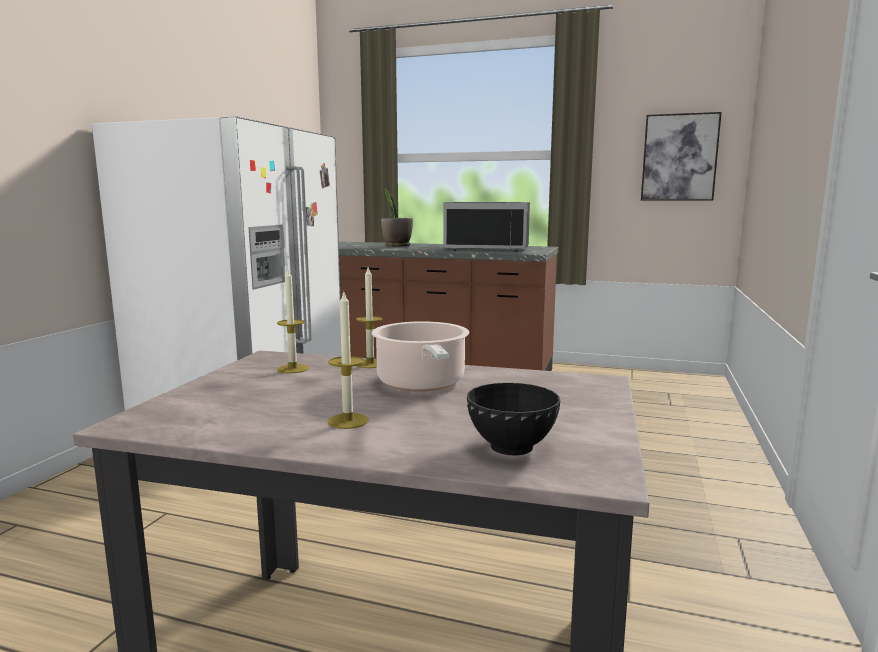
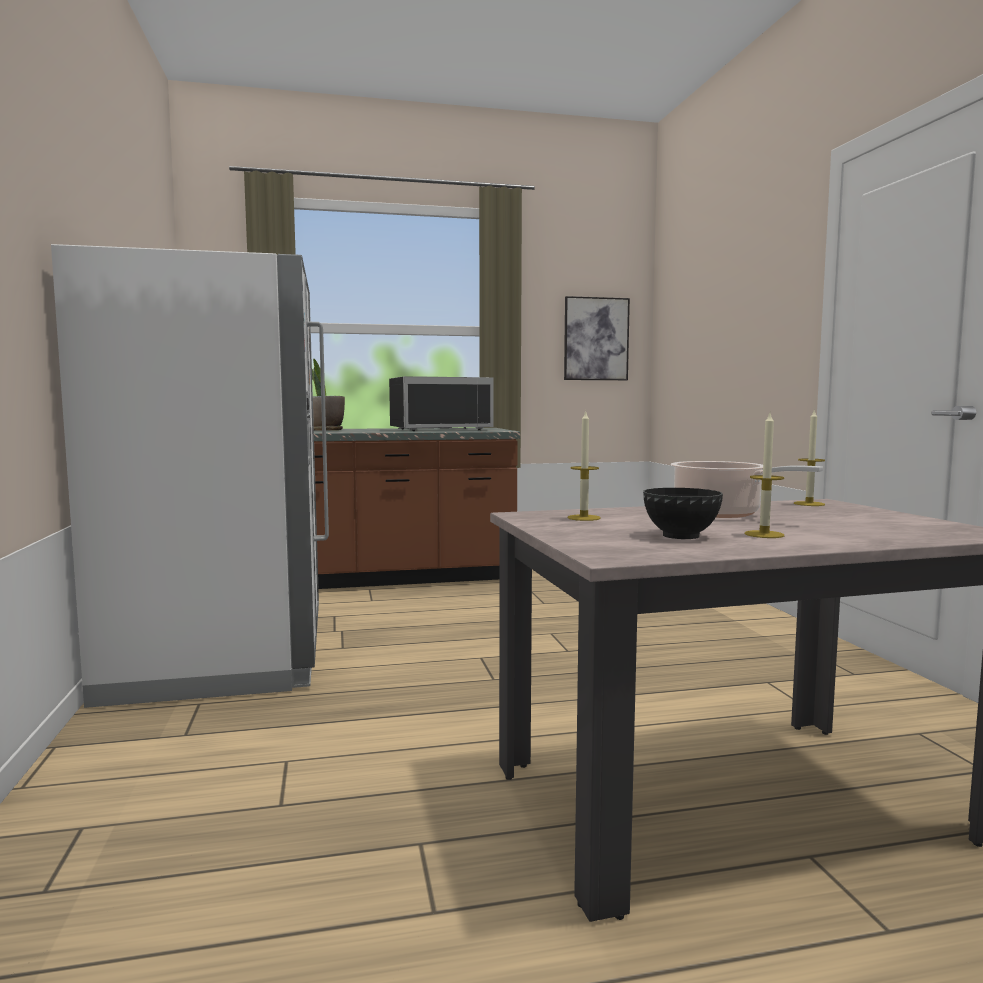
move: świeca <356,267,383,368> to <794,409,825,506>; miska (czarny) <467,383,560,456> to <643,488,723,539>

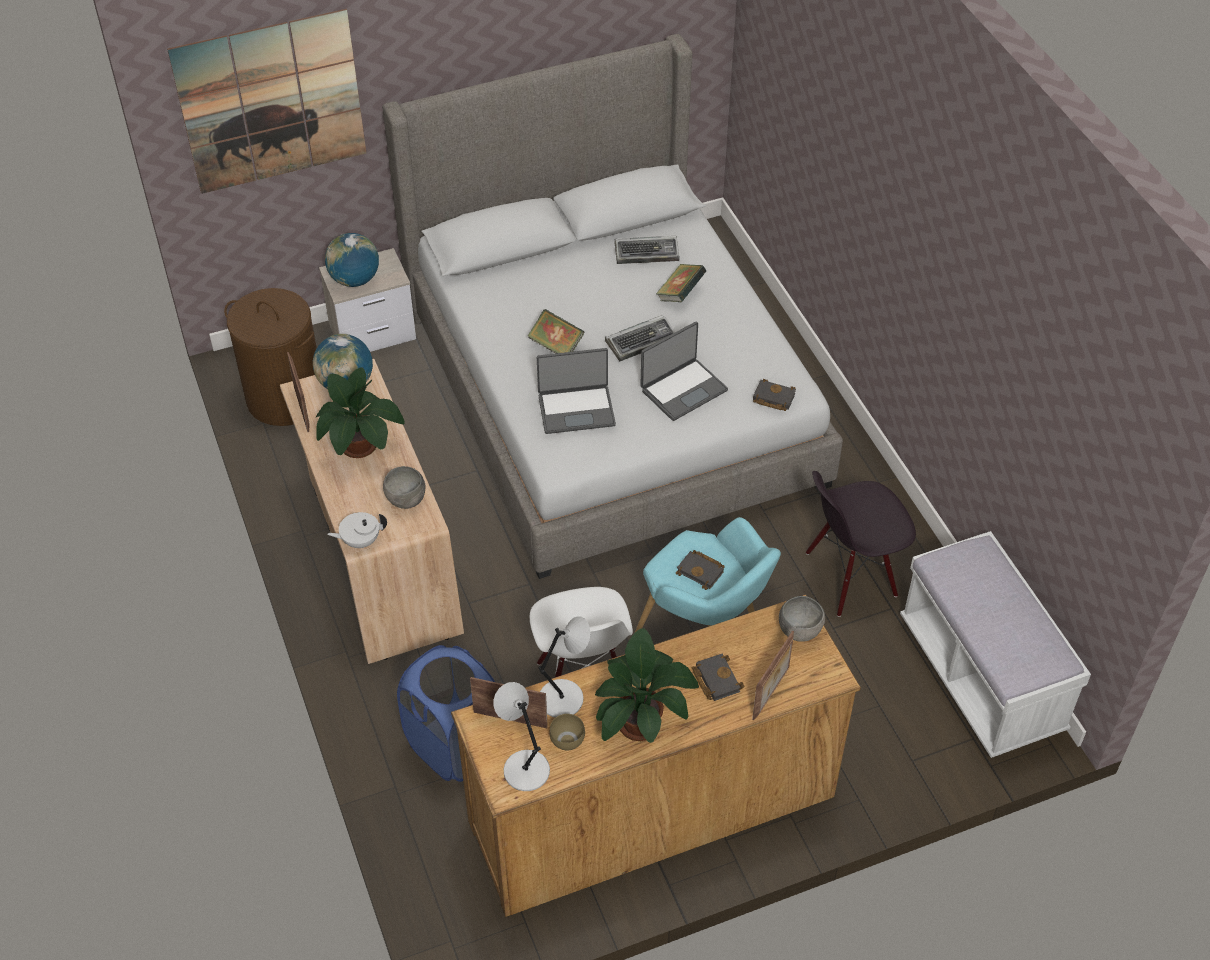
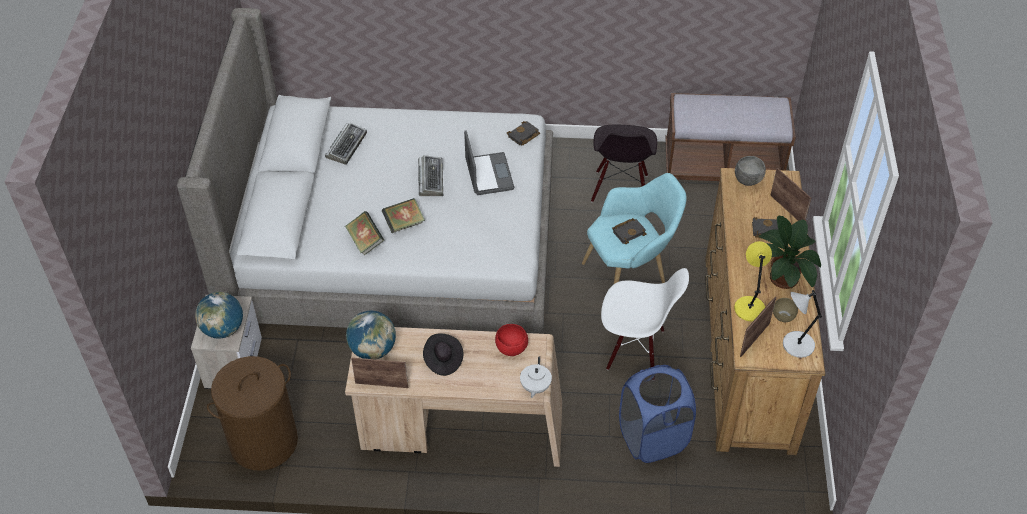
delete: obraz <167,9,366,194>; laptop <537,348,616,434>
move: książka <656,264,707,302> to <345,211,384,256>
replace: roślina doniczkowa <315,367,405,458> to kapelusz (czarny) <423,334,464,376>
recolor: miska (szary) <383,466,426,509> to miska (czerwony) <495,324,528,356>; lampa stołowa (szary) <539,616,590,718> to lampa stołowa (żółty) <734,241,772,322>; ławka (biały) <900,531,1091,758> to ławka (brązowy) <665,93,796,181>

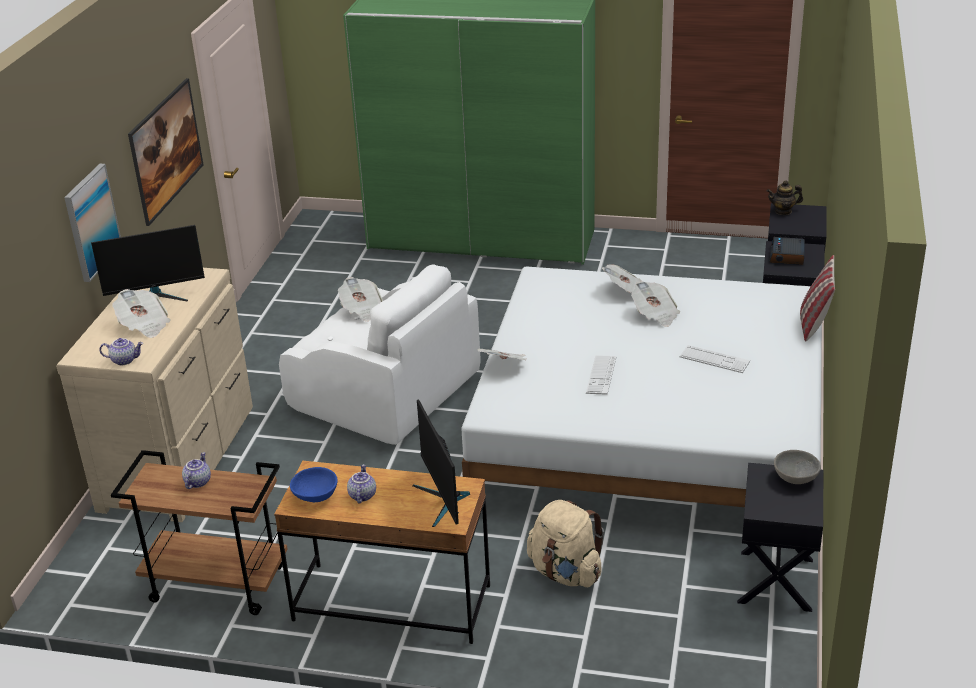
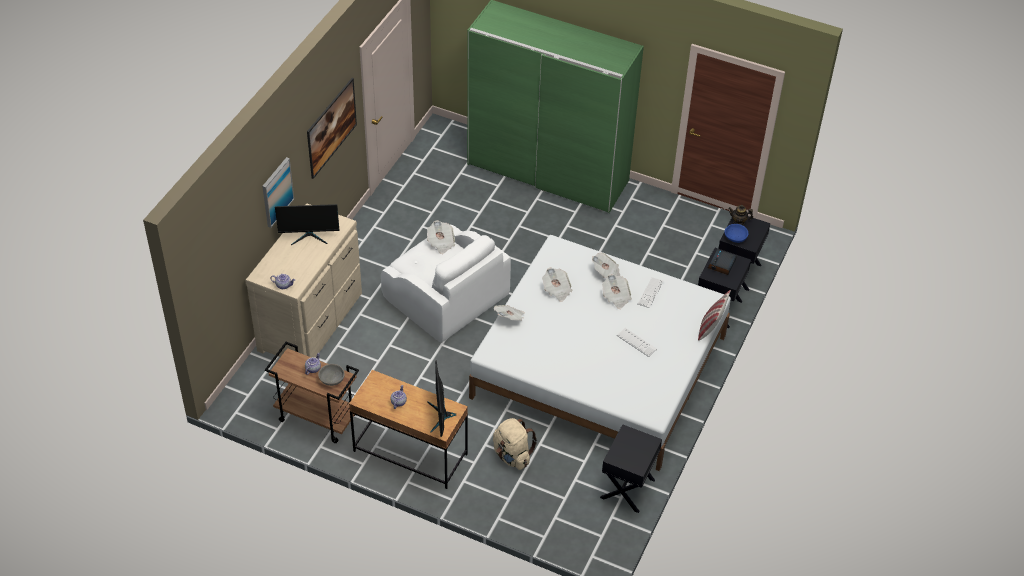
move: gazeta <112,289,171,338> to <542,268,573,302>; miska (niebieski) <290,467,338,502> to <725,224,748,243>; klawiatura <586,355,616,395> to <637,277,664,308>; miska (szary) <774,450,821,484> to <318,364,345,386>

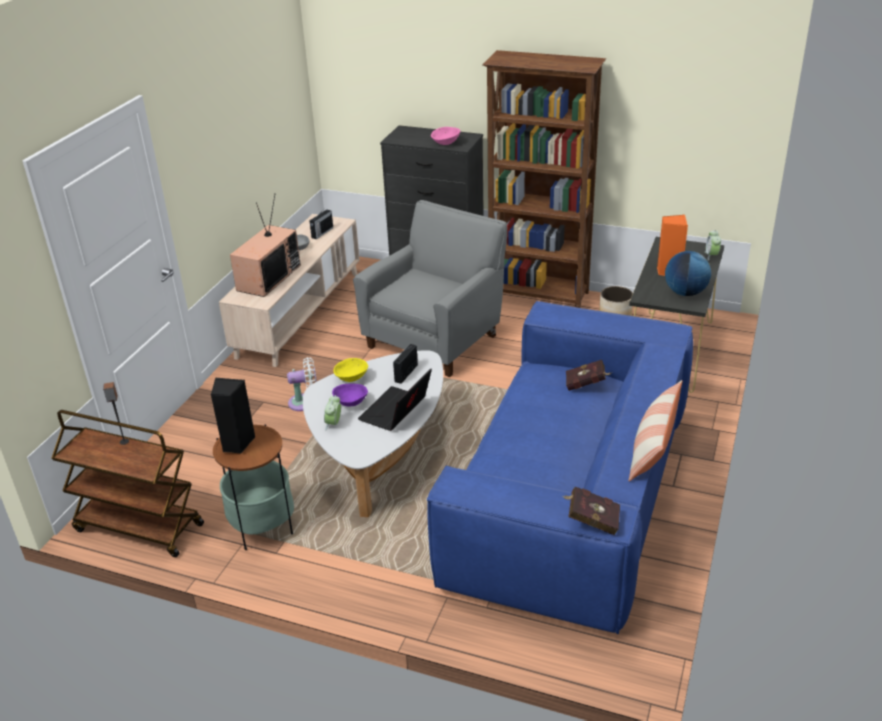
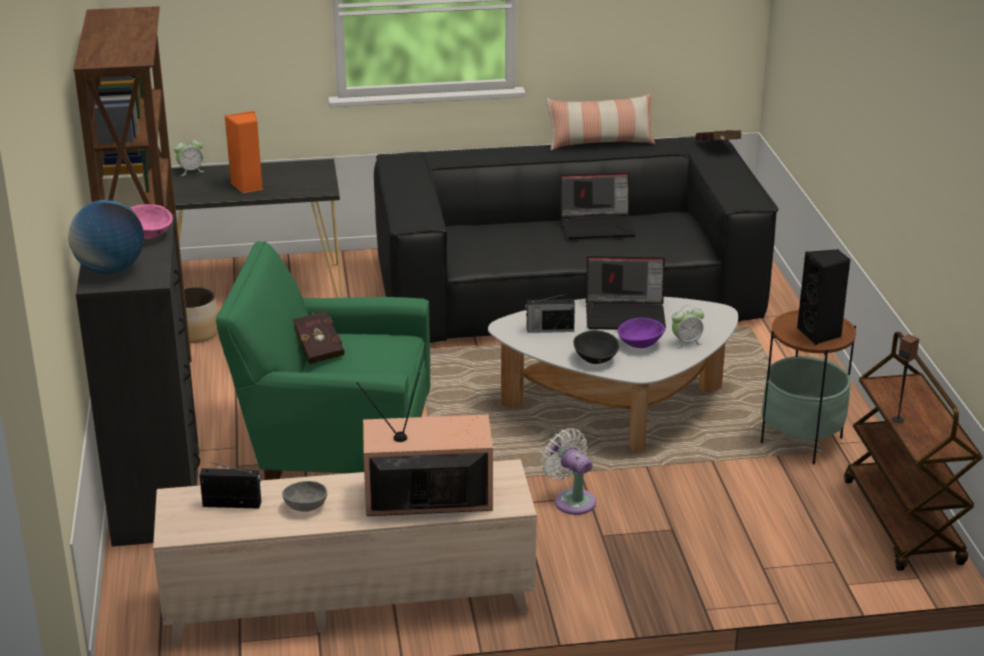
insert: laptop <560,173,636,239>
move: książka (czerwony) <566,360,611,391> to <293,311,344,364>; globus <665,251,711,296> to <68,200,144,274>
recolor: miska (żółty) <333,358,368,382> to miska (czarny) <573,330,619,364>; fotel (szary) <353,200,507,377> to fotel (zielony) <216,241,431,480>; kanapa (niebieski) <427,301,693,635> to kanapa (czarny) <374,136,778,343>

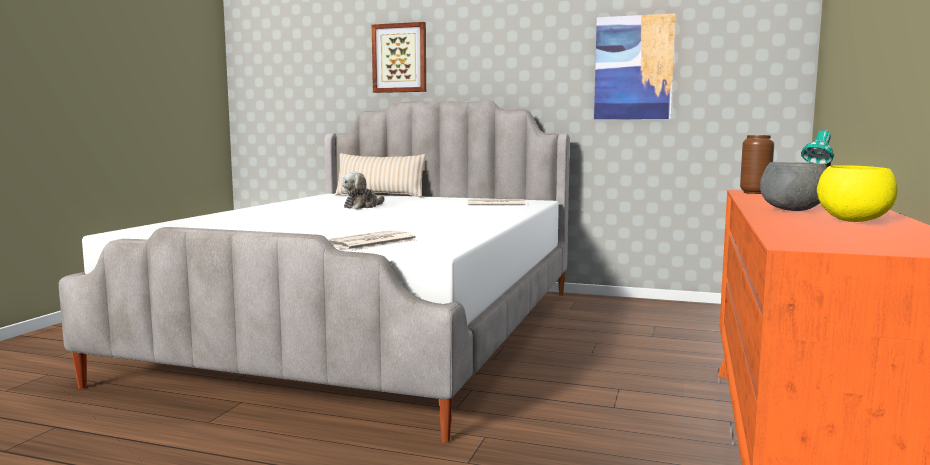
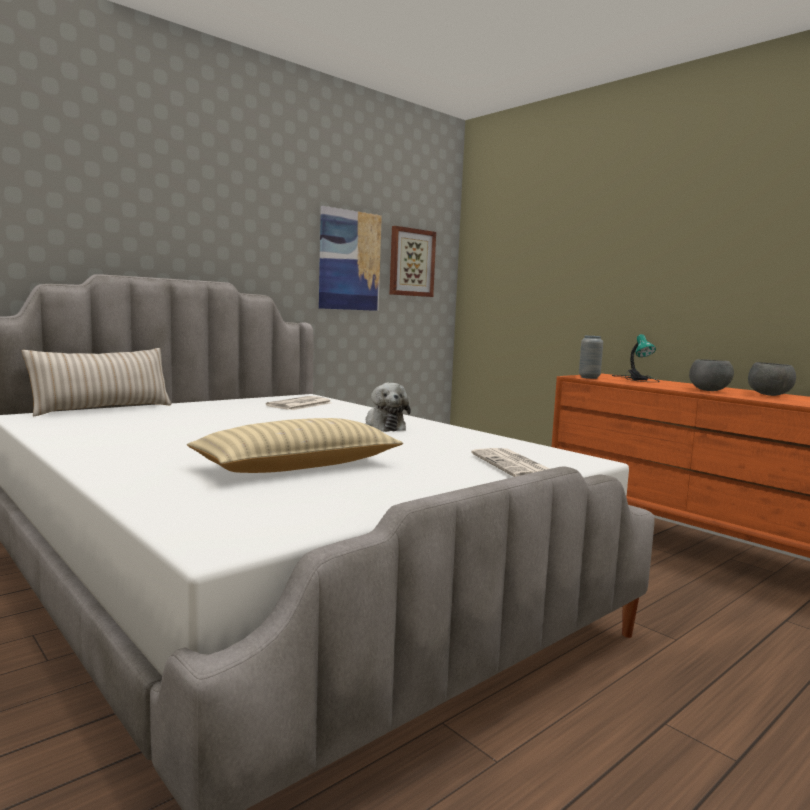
insert: poduszka (beżowy) <187,418,403,473>
move: pluszak <342,172,385,209> to <365,383,411,432>; obraz <372,22,426,93> to <390,226,436,297>
recolor: wazon (brązowy) <740,135,774,194> to wazon (szary) <579,336,603,379>; miska (żółty) <817,165,898,222> to miska (szary) <748,362,796,396>

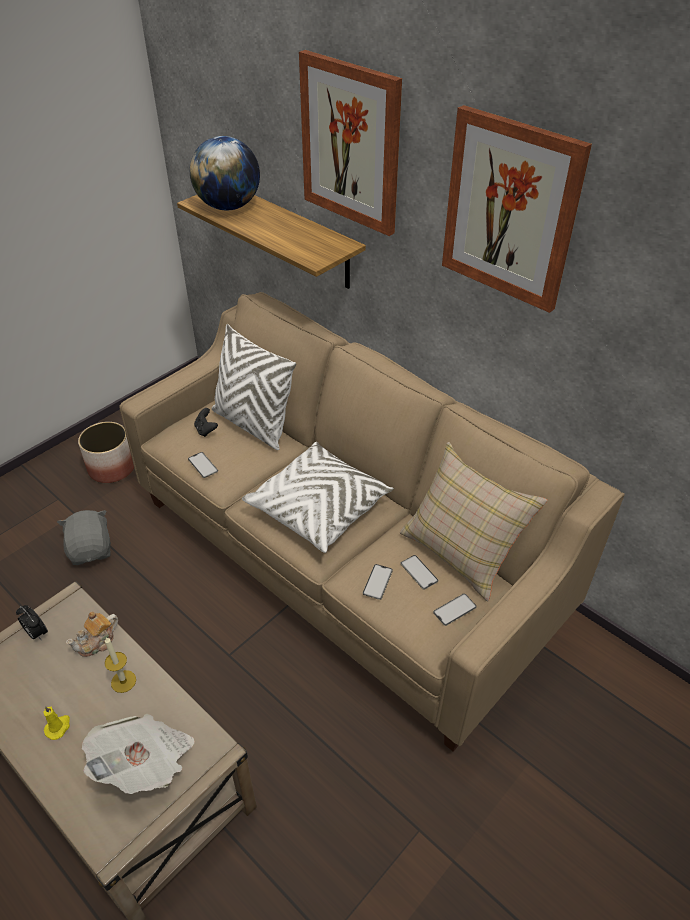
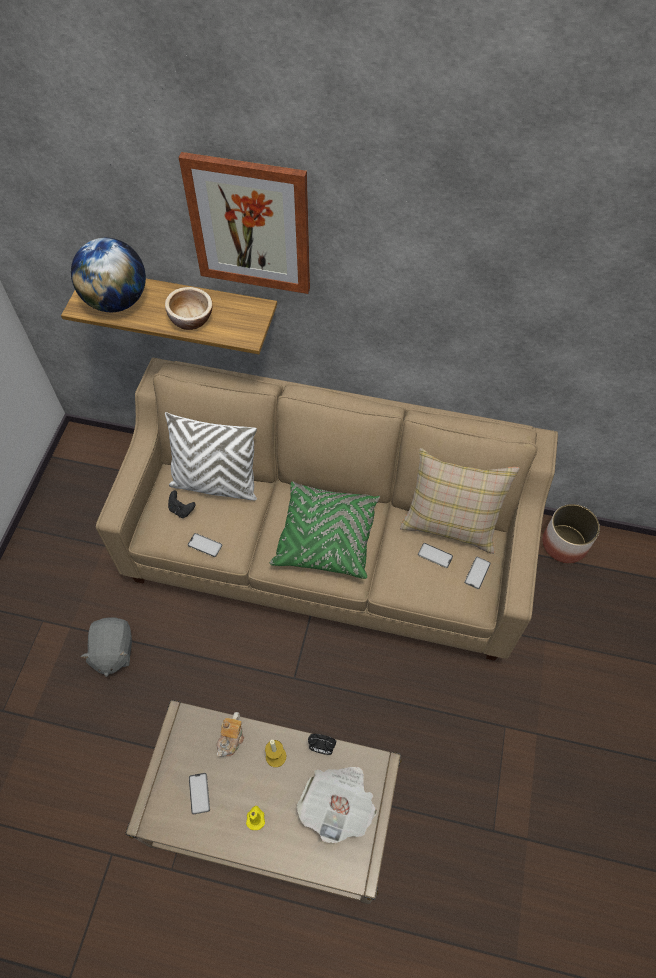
delete: obraz <442,105,592,313>
insert: miska <165,287,213,330>
move: budzik <16,605,48,641> to <308,734,336,755>; donica <78,422,134,483> to <542,504,600,563>; telefon <363,564,393,600> to <189,773,210,814>
recolor: poduszka (biały) <242,442,394,553> to poduszka (zielony) <269,481,380,579>
rotate: pluszak (szary) <57,510,111,565> = <81,617,132,677> 135 degrees counterclockwise

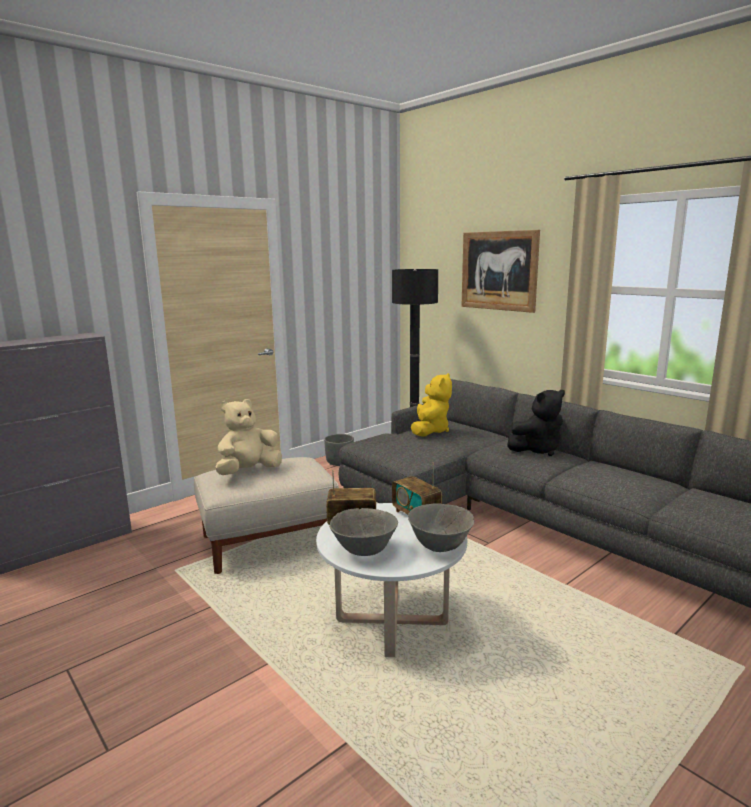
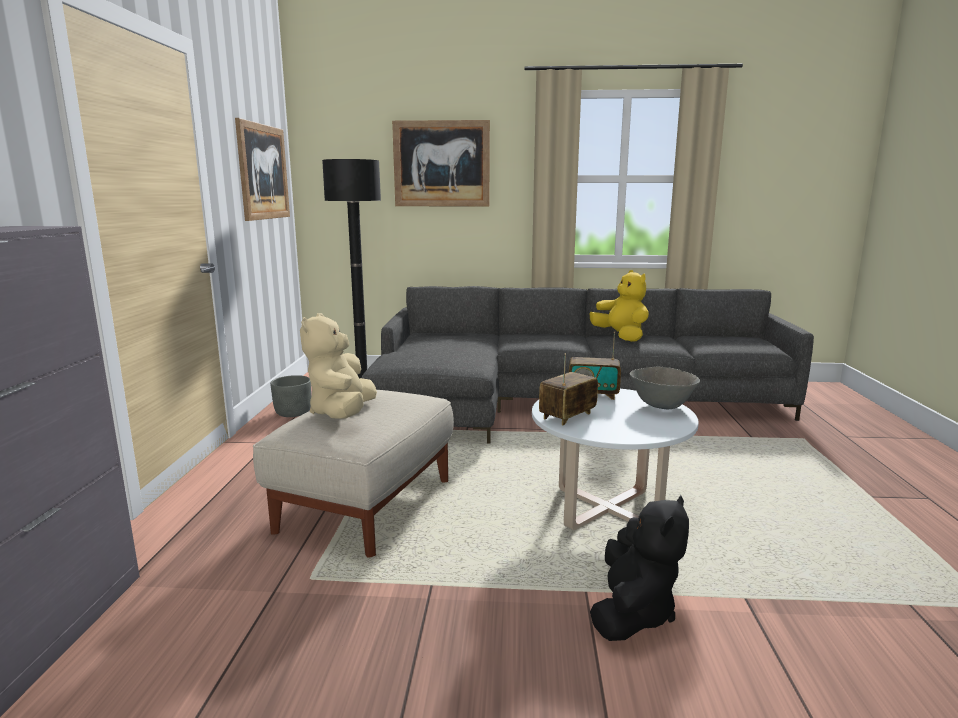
delete: miska (szary) <329,508,398,556>
insert: obraz <235,118,290,221>
move: pluszak (żółty) <411,373,452,436> to <590,270,649,342>; pluszak (czarny) <508,390,565,456> to <590,495,689,641>

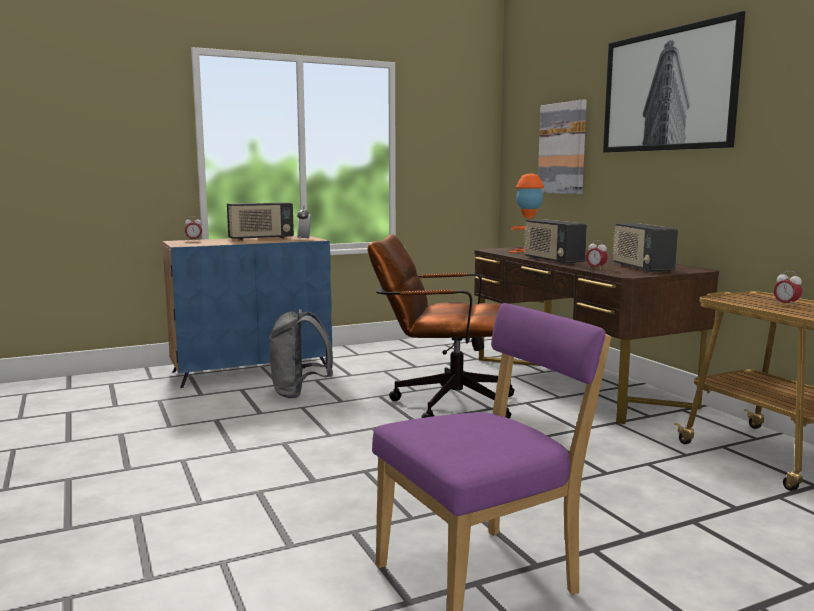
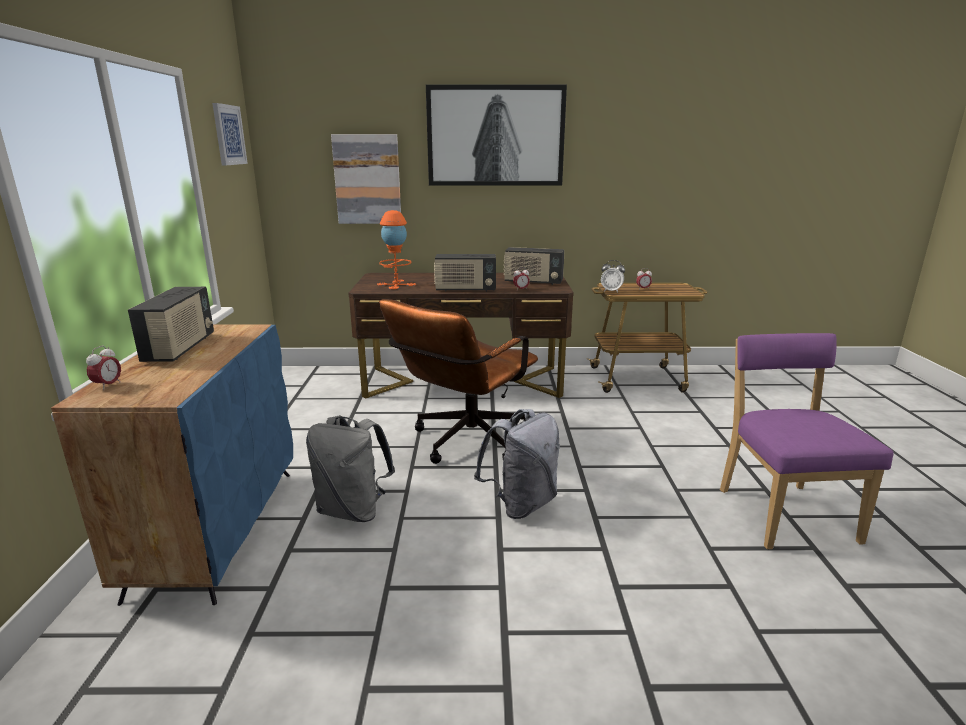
insert: obraz <212,103,248,165>; plecak (szary) <474,409,560,519>
move: budzik <297,205,311,239> to <601,260,625,293>

